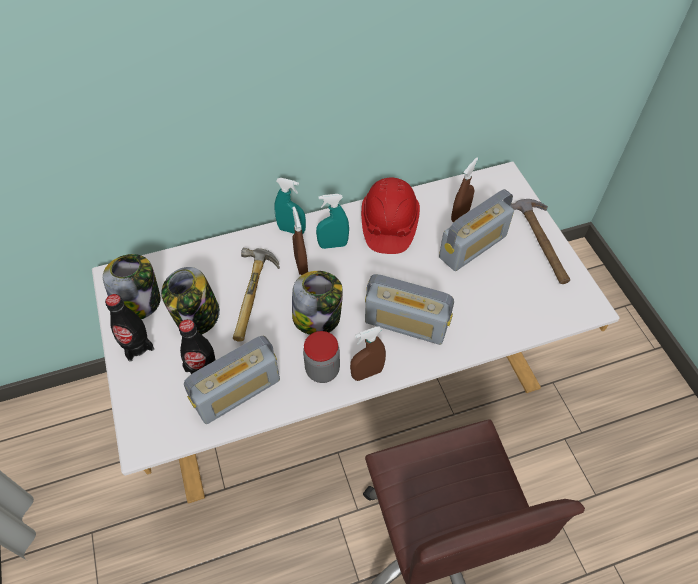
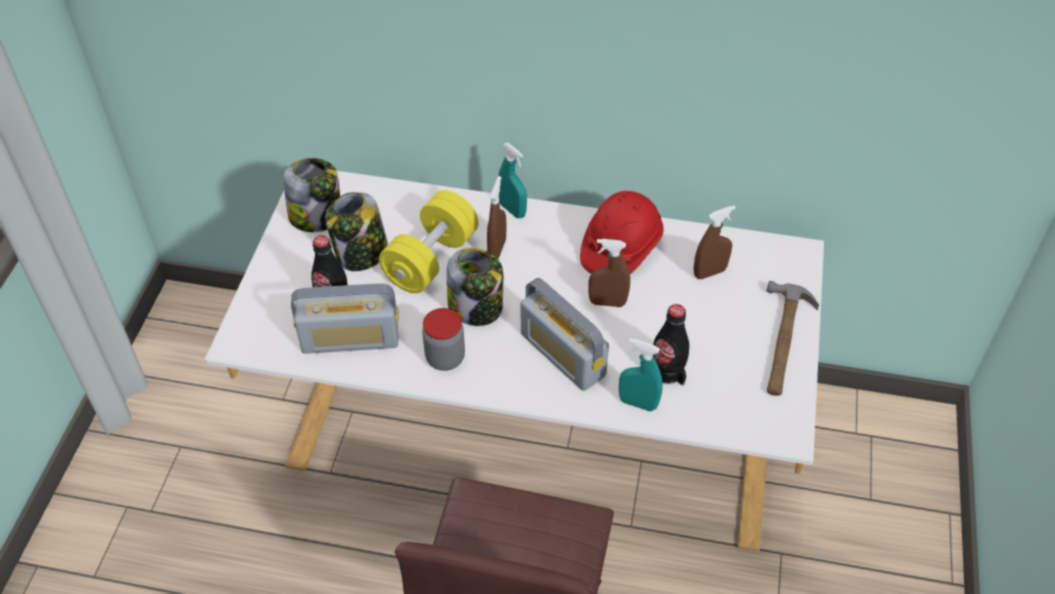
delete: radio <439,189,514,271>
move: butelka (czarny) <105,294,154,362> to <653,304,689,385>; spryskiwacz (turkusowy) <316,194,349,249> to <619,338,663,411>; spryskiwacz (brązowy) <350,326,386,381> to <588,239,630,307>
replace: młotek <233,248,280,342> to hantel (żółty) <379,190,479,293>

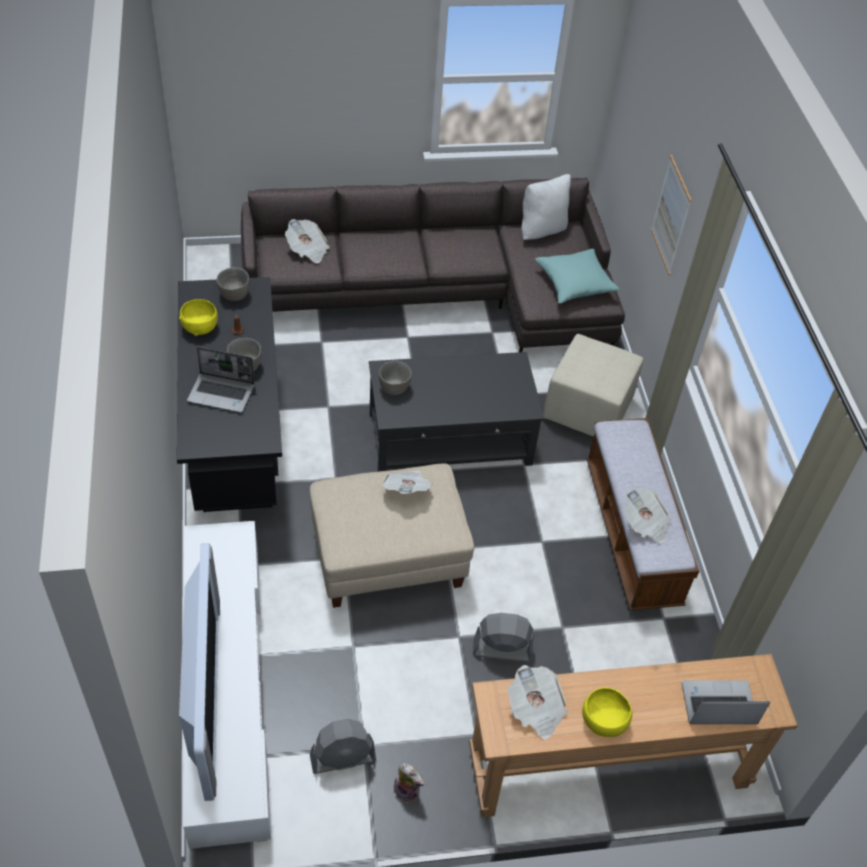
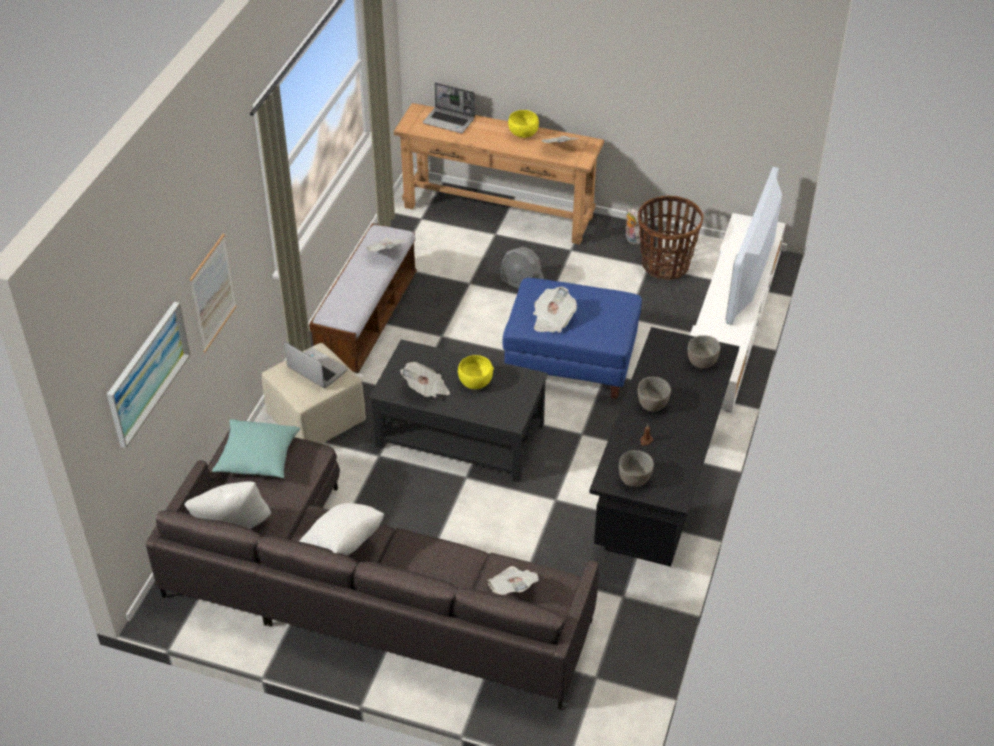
insert: obraz <107,302,190,448>; poduszka (biały) <299,503,384,556>; gazeta <400,362,450,398>
move: miska (żółty) <179,299,218,336> to <458,355,494,389>; laptop <187,347,255,413> to <284,342,348,388>; miska (szary) <379,361,412,395> to <688,335,720,369>
replace: wentylator (szary) <310,719,376,774> to koszyk <638,196,704,280>
recolor: pufa (beżowy) <309,463,474,608> to pufa (niebieski) <503,278,642,399>

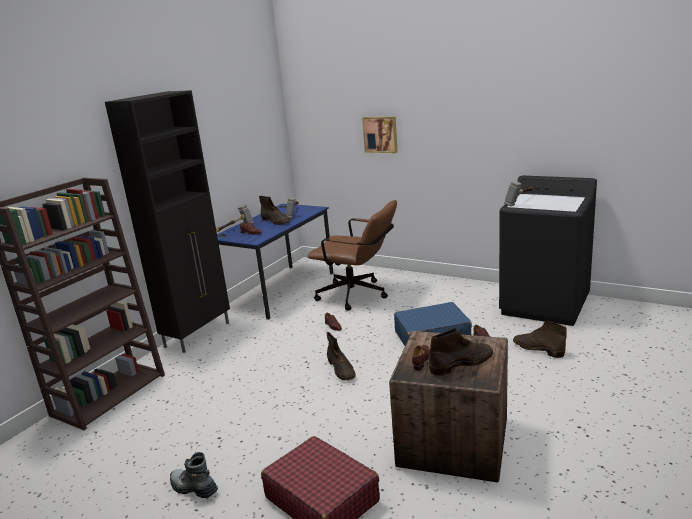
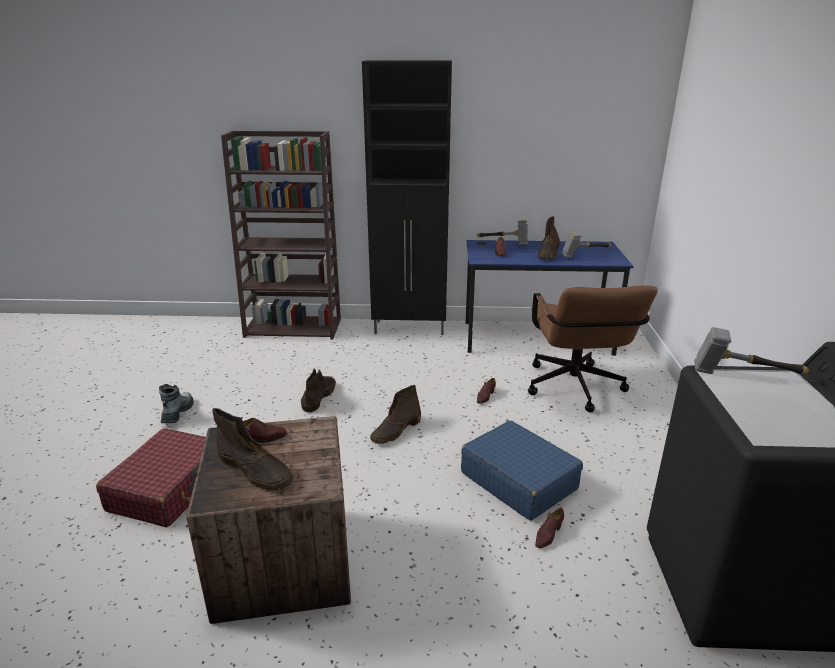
delete: obraz <362,117,398,153>
move: but z cholewką (brązowy) <513,321,567,358> to <301,369,336,412>

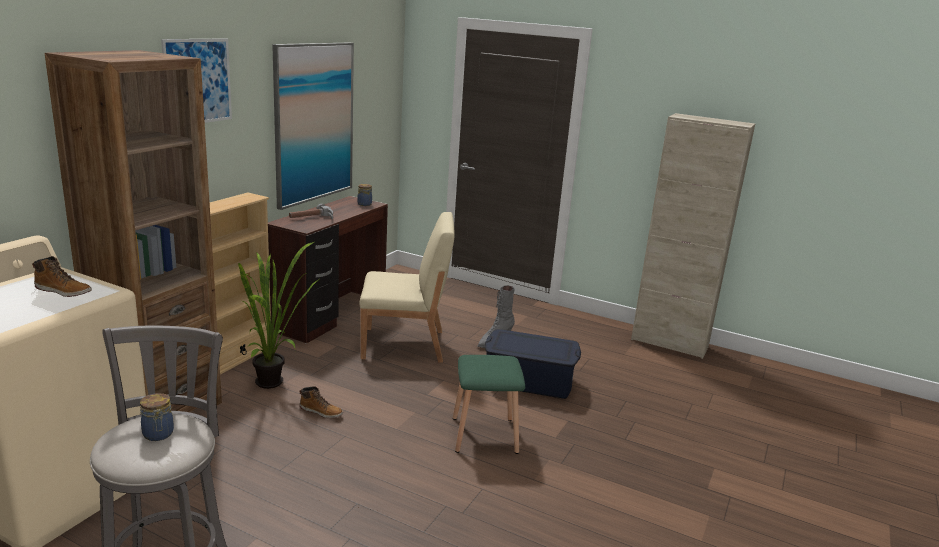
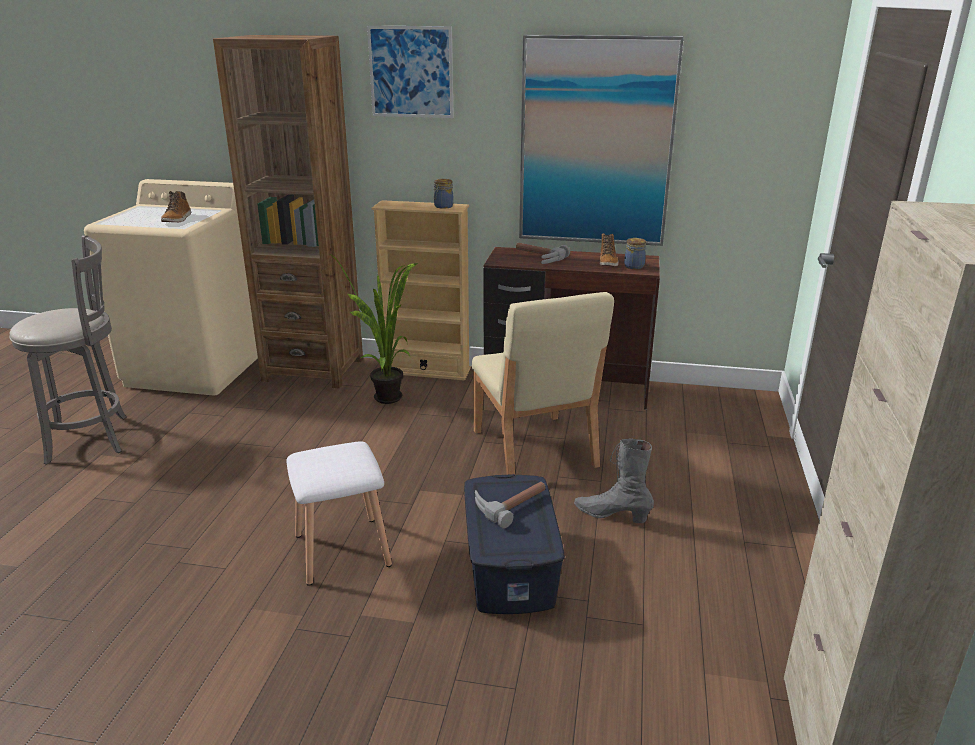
insert: młotek <475,482,546,529>
move: słoik <140,393,174,441> to <434,179,454,209>; but z cholewką <299,386,343,418> to <600,233,619,267>
recolor: stołek (zielony) <453,355,525,454> to stołek (biały) <286,441,392,586>

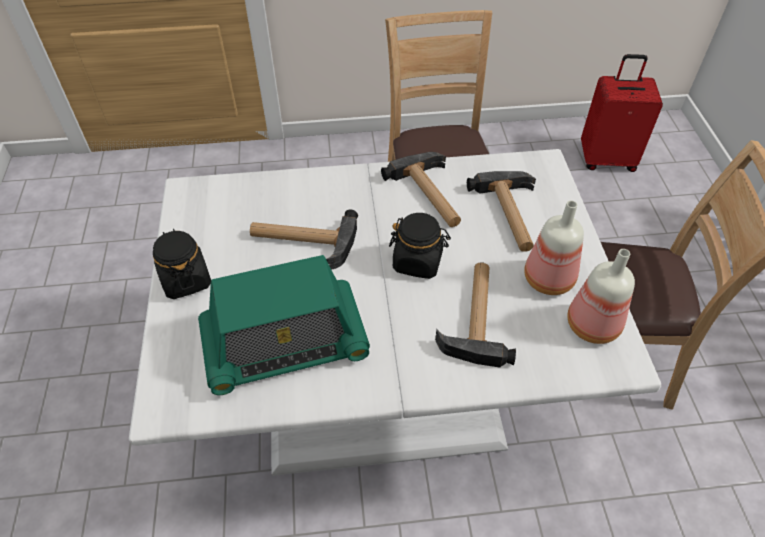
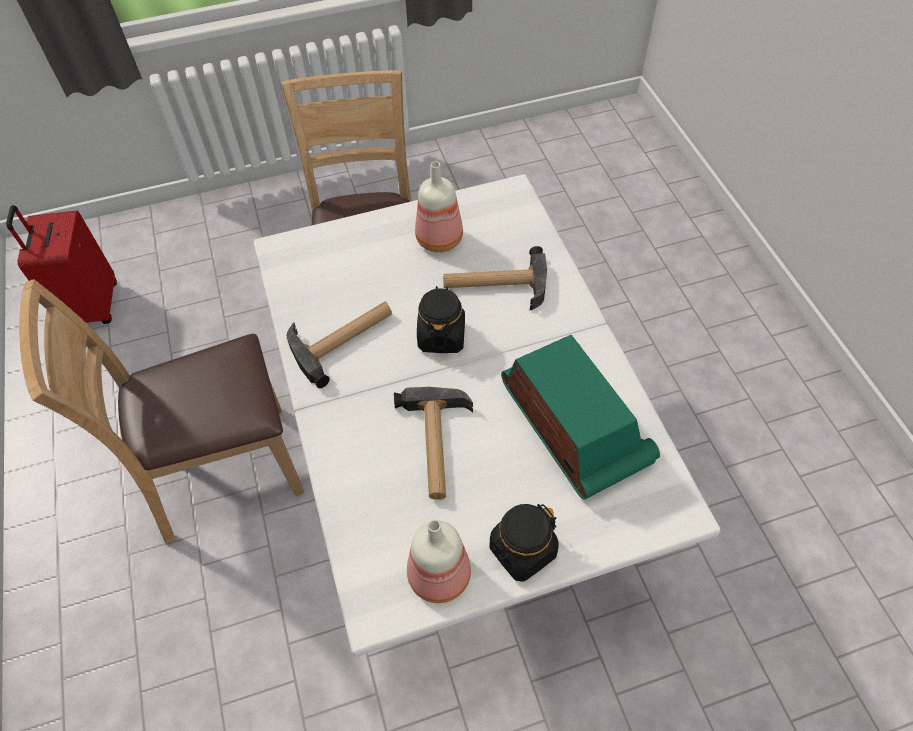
delete: młotek <467,171,536,252>
move: butelka <567,249,635,344> to <407,520,471,603>

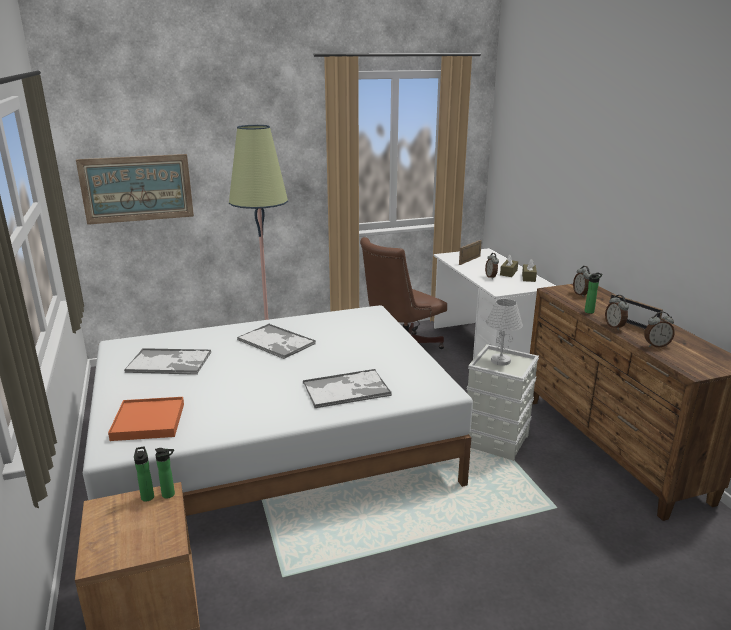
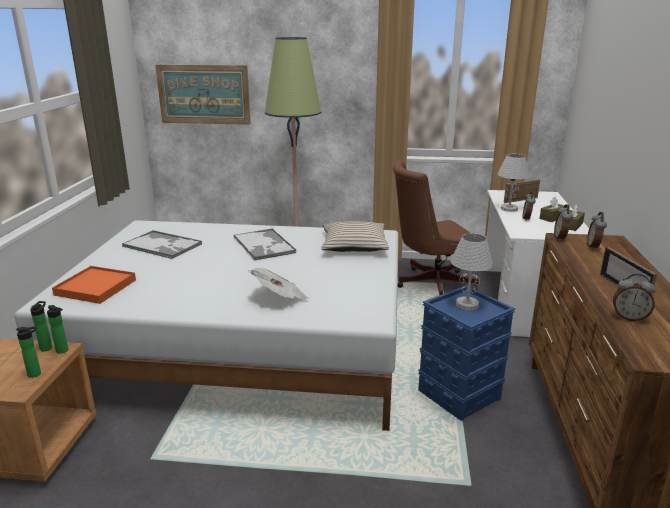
insert: poduszka (beżowy) <322,221,389,252>; lampa stołowa (biały) <498,154,530,212>
move: butelka <585,272,602,314> to <16,326,41,378>; budzik <605,295,629,330> to <554,204,573,241>
replace: taca <303,369,392,408> to gazeta <248,268,309,299>
recolor: pojemnik do przechowywania (szary) <466,344,539,461> to pojemnik do przechowywania (niebieski) <418,285,515,421>

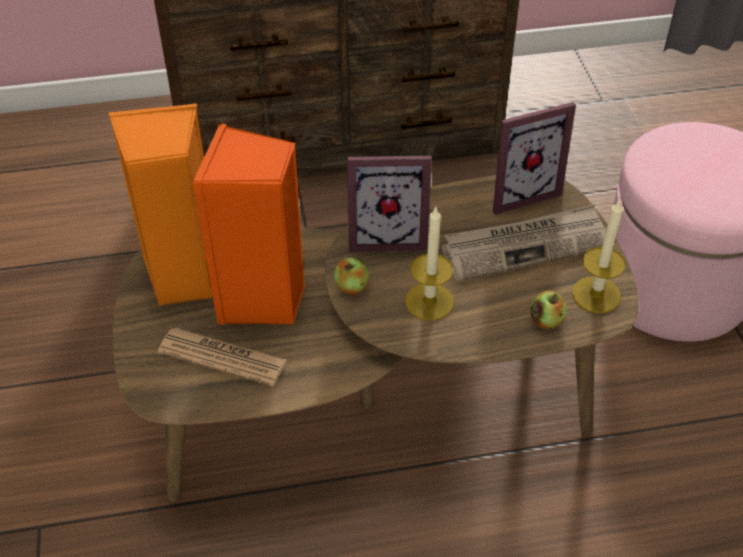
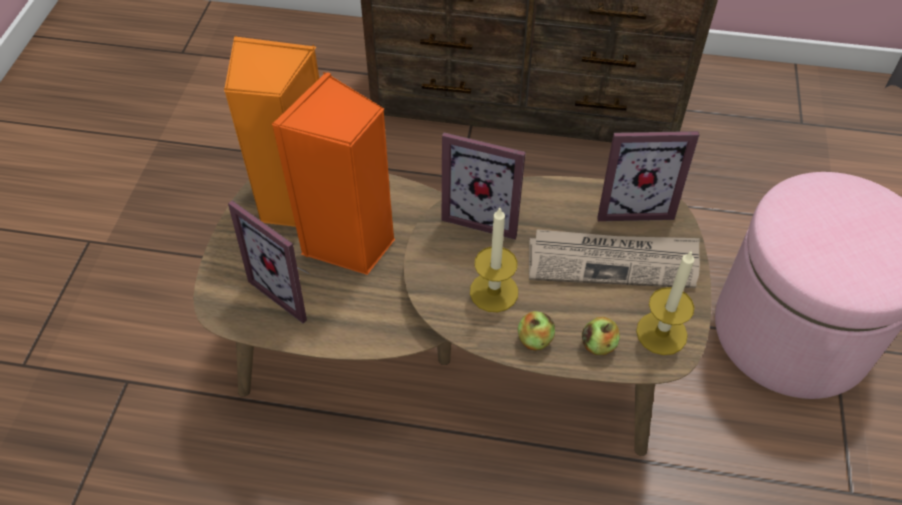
move: jabłko <334,257,369,295> to <518,311,555,350>
replace: gazeta <158,328,287,386> to ramka na zdjęcie <228,200,311,323>

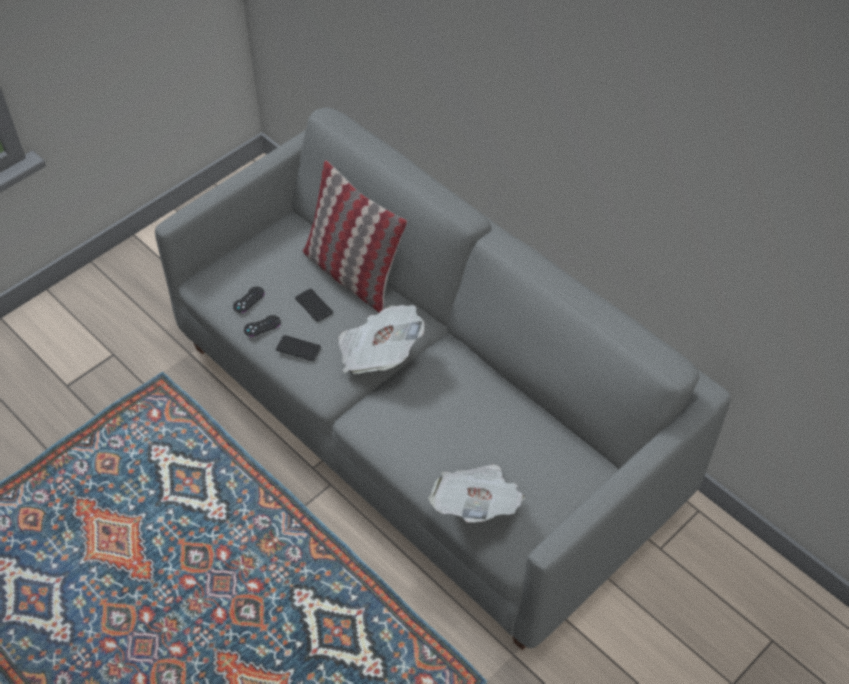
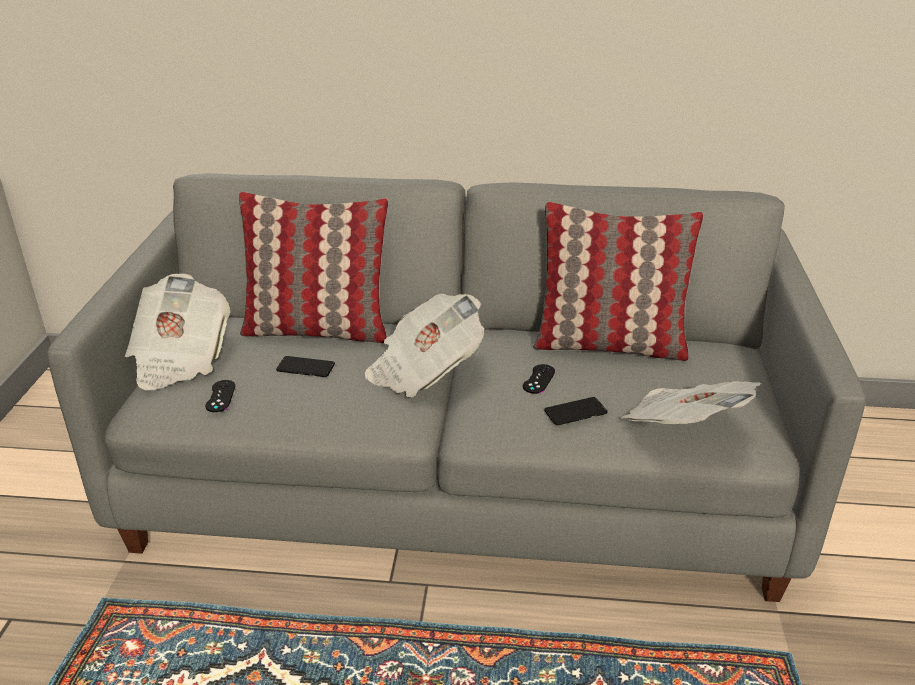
insert: gazeta <125,274,230,390>; poduszka <533,202,703,361>
move: pad do gier (czarny) <244,315,281,336> to <523,364,555,394>; telefon <276,335,321,361> to <544,397,607,425>

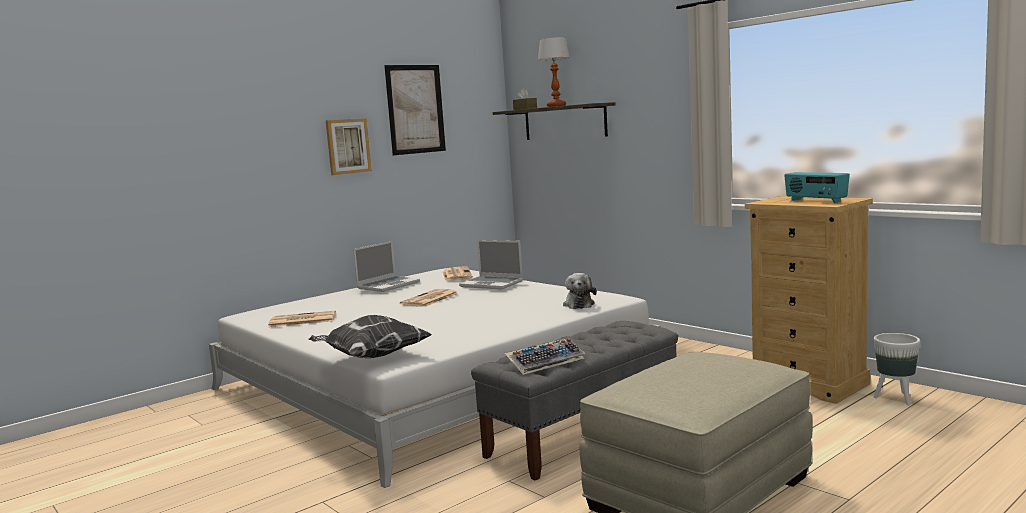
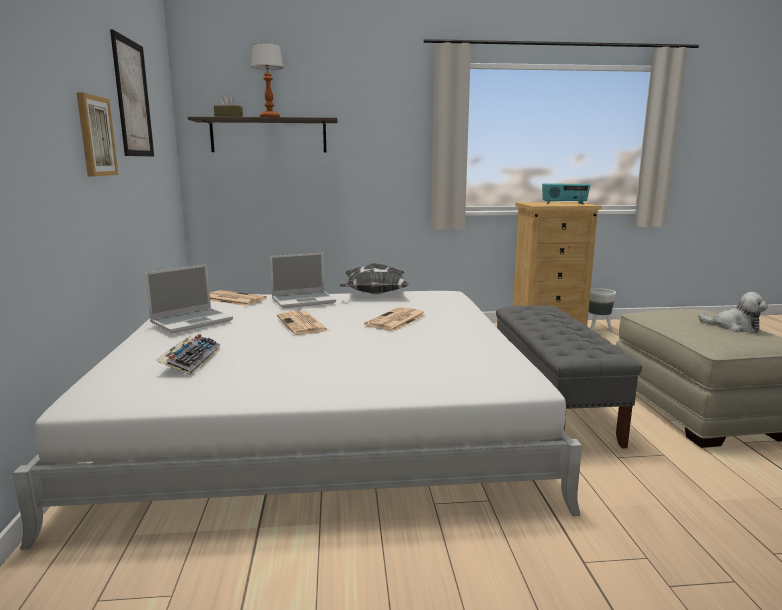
move: gazeta <268,311,336,327> to <364,307,426,331>; poduszka <308,315,432,358> to <339,263,409,294>; klawiatura <505,338,585,375> to <155,334,221,376>; pluszak <563,273,597,309> to <698,292,768,333>
rotate: laptop <353,241,420,292> = <145,264,233,333> 60 degrees clockwise

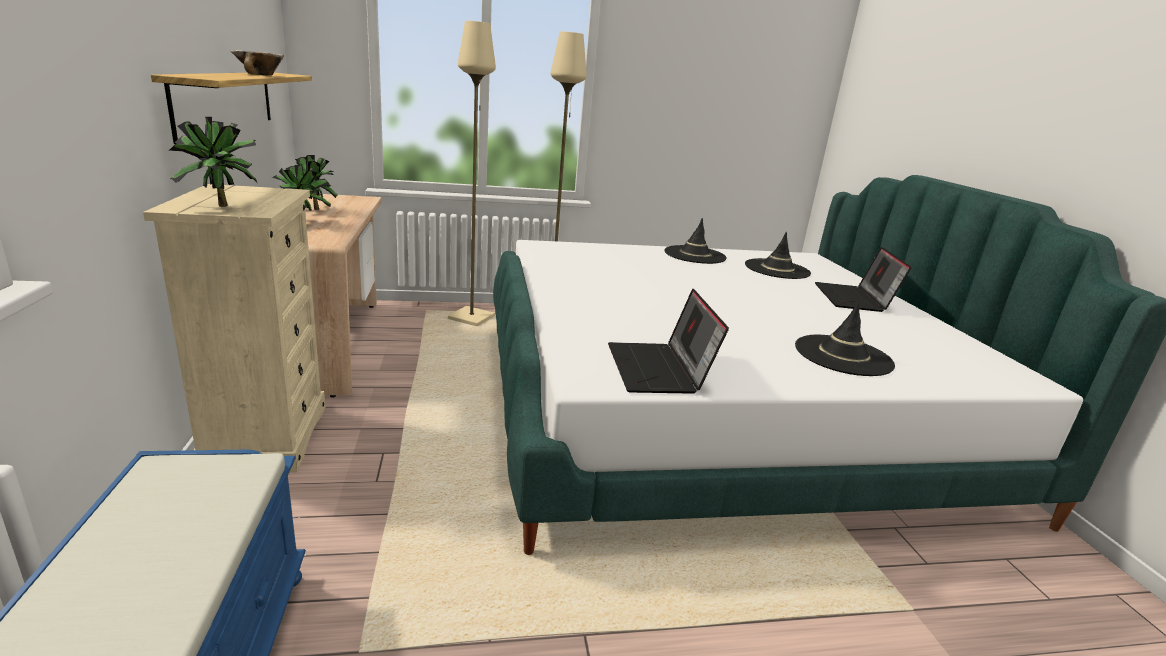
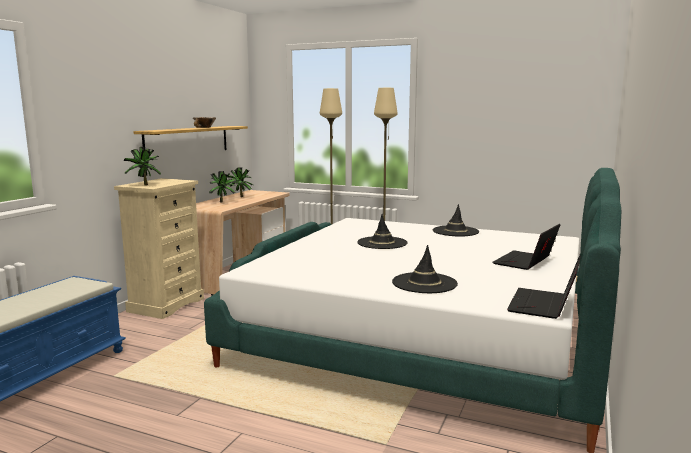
move: laptop <608,289,729,394> to <507,255,581,319>; kapelusz (czarny) <745,232,811,279> to <357,214,408,249>

